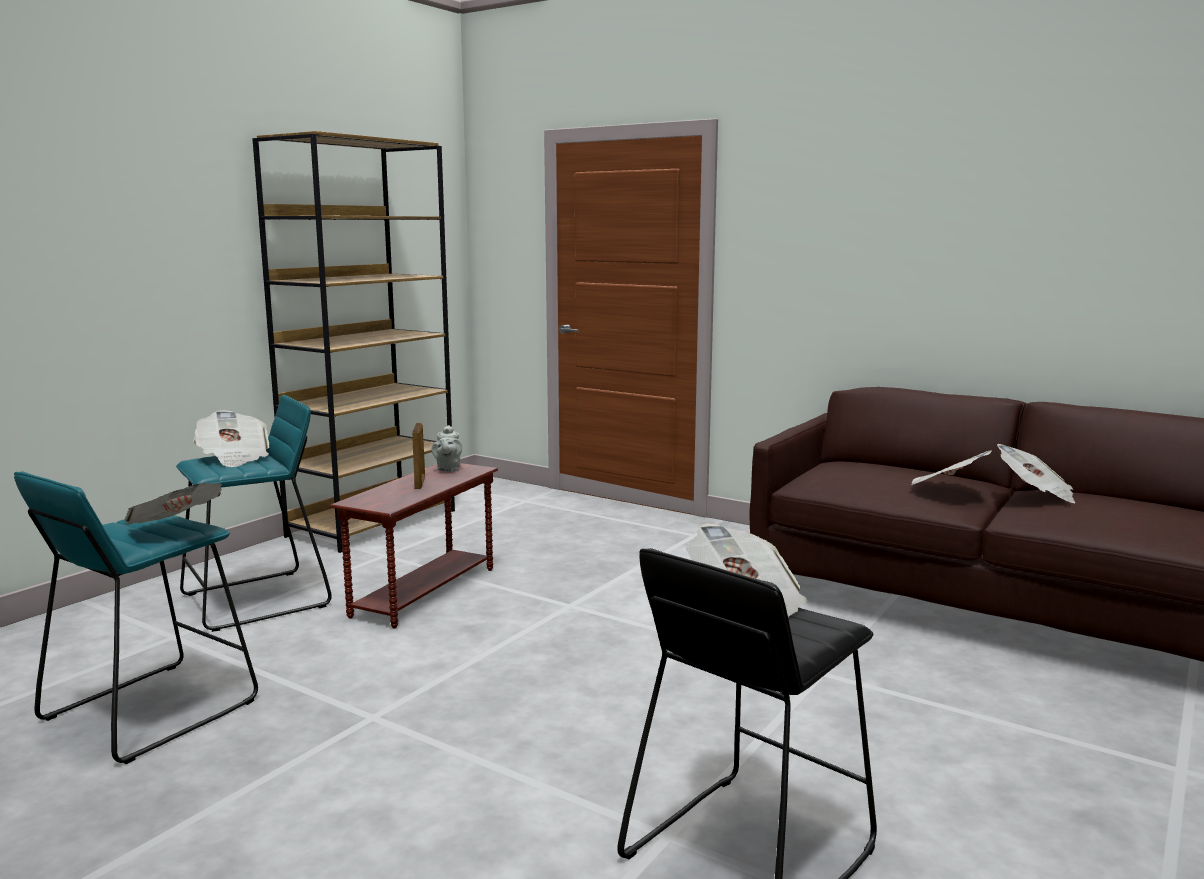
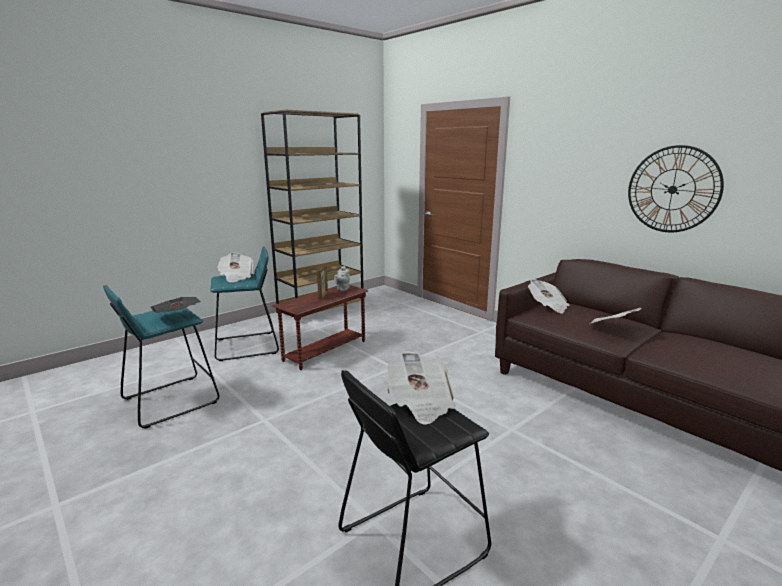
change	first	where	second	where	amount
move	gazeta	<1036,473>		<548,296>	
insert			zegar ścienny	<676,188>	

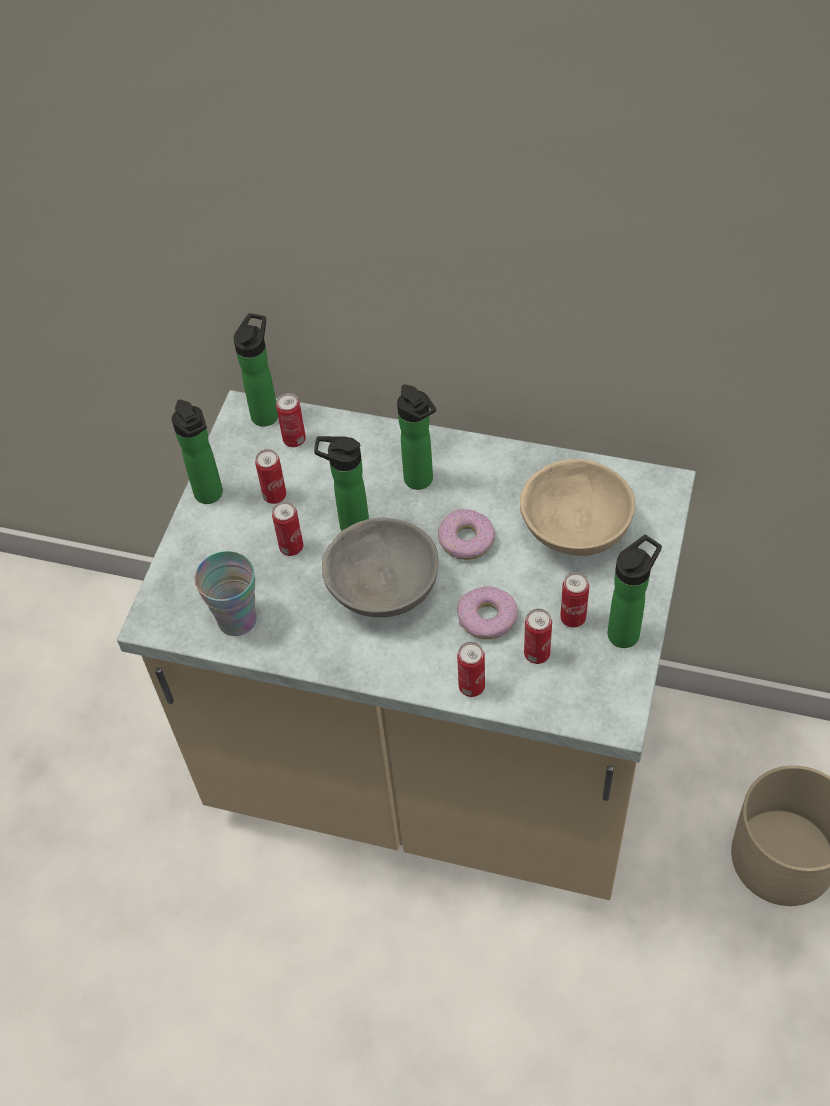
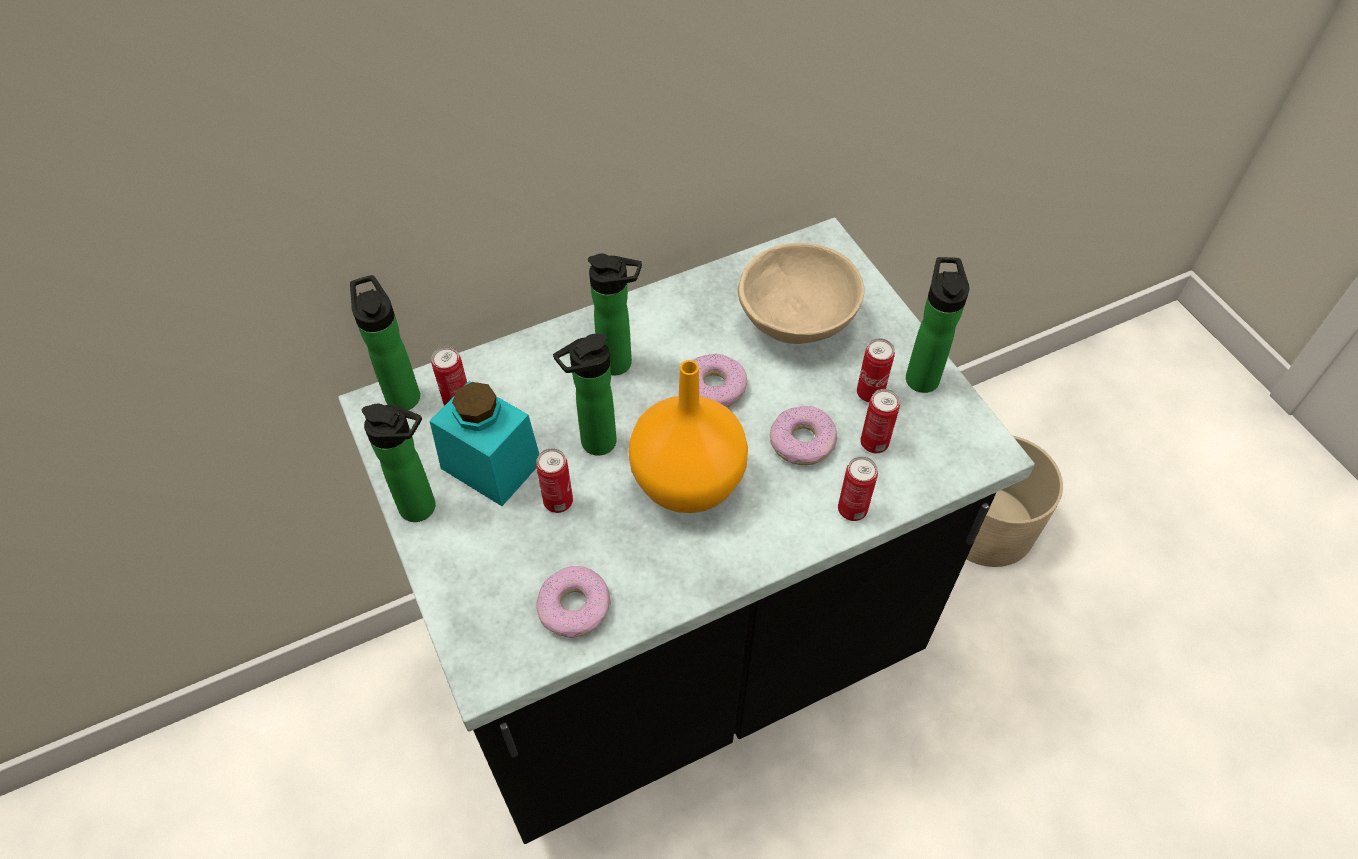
change	first	where	second	where	amount
recolor	zabudowa kuchenna (beżowy)	<406,645>	zabudowa kuchenna (czarny)	<686,531>	
replace	filiżanka	<226,593>	donut	<573,602>	
replace	puszka	<270,476>	słoik (turkusowy)	<484,443>	
replace	miska (szary)	<380,567>	wazon (pomarańczowy)	<688,436>	

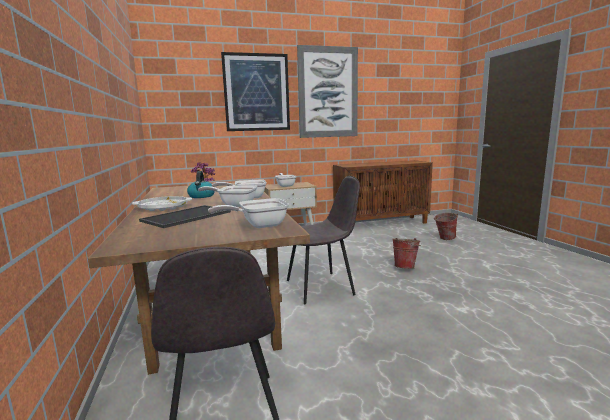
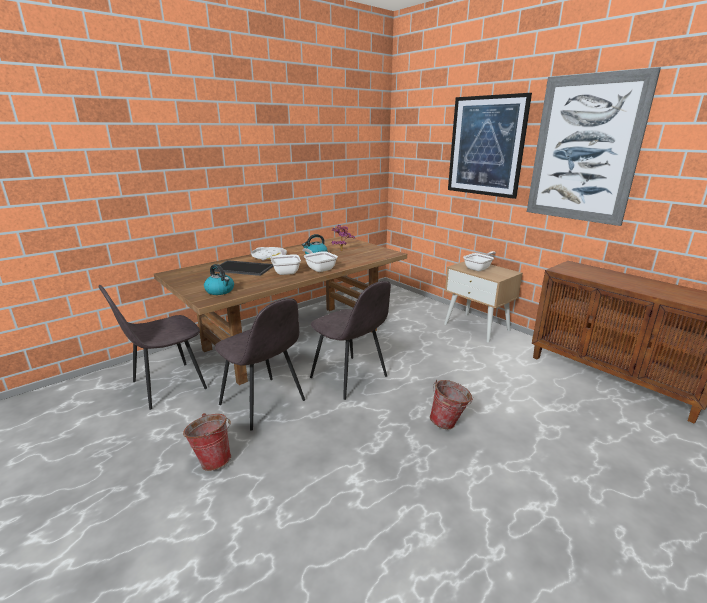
change	first	where	second	where	amount
replace	patelnia	<248,213>	czajnik	<219,279>	
move	wiadro	<445,226>		<207,442>	
insert			krzesło (szary)	<260,364>	

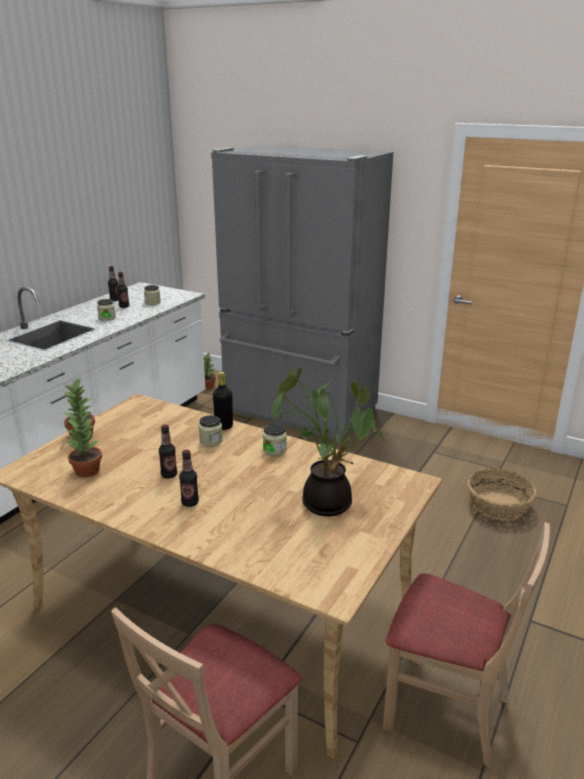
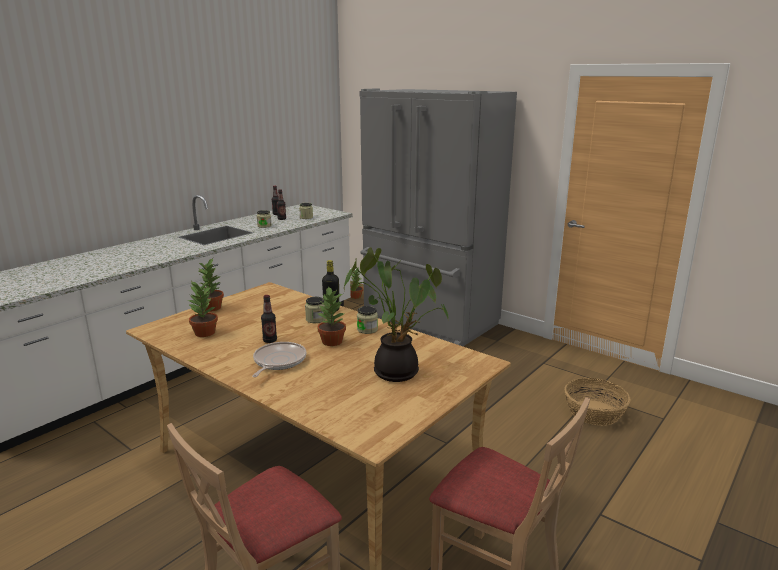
change	first	where	second	where	amount
replace	butelka	<189,478>	patelnia	<279,359>	
insert			roślina doniczkowa	<331,316>	

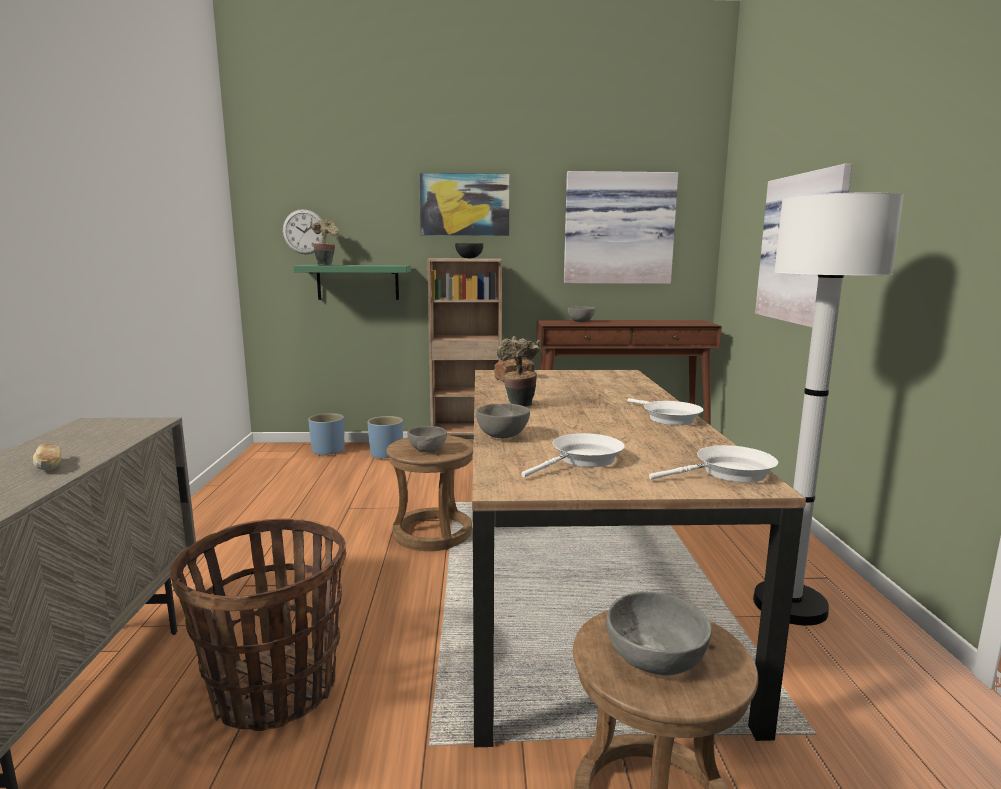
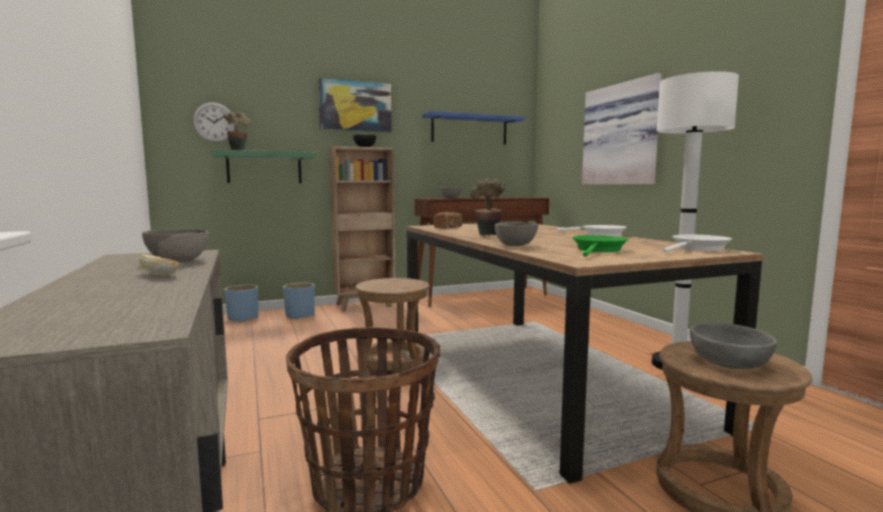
change	first	where	second	where	amount
move	miska (szary)	<427,439>		<175,245>	
recolor	patelnia (biały)	<573,455>	patelnia (zielony)	<600,246>	
replace	obraz	<621,227>	półka (niebieski)	<473,128>	

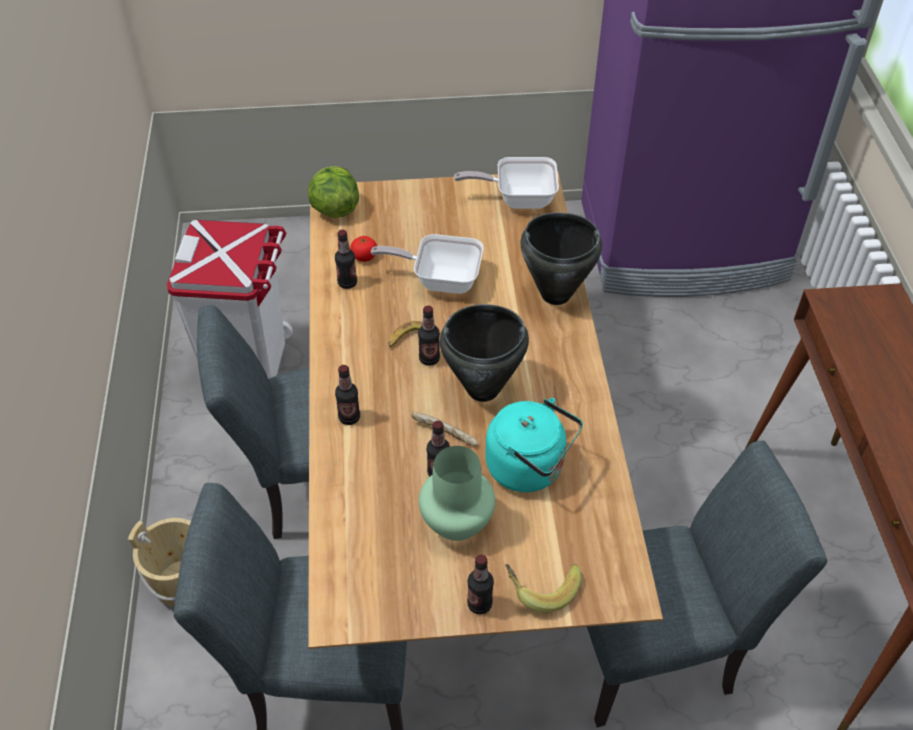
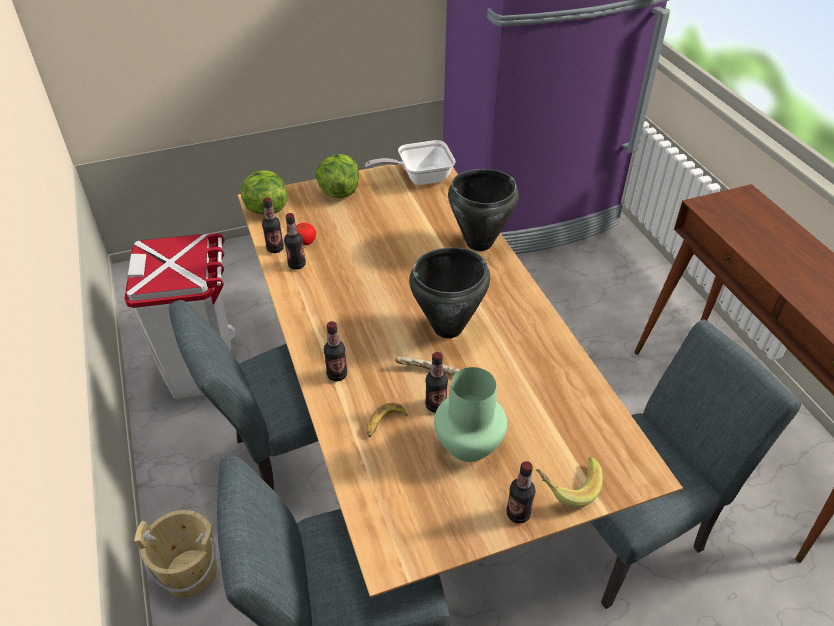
change	first	where	second	where	amount
delete	patelnia	<427,264>			
move	banan	<405,334>		<387,420>	
move	butelka	<429,336>		<273,225>	
delete	czajnik (turkusowy)	<534,445>			
insert			sałata	<337,176>	

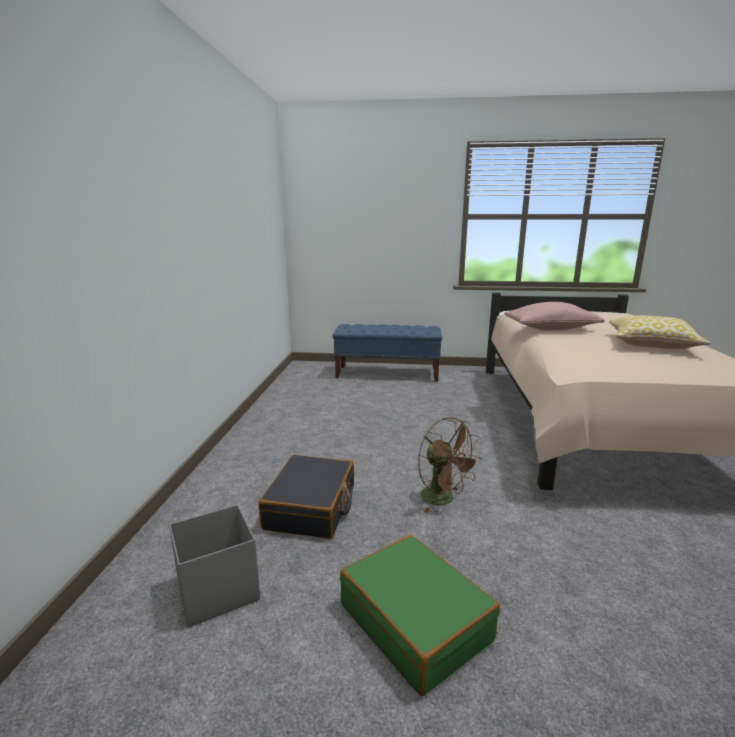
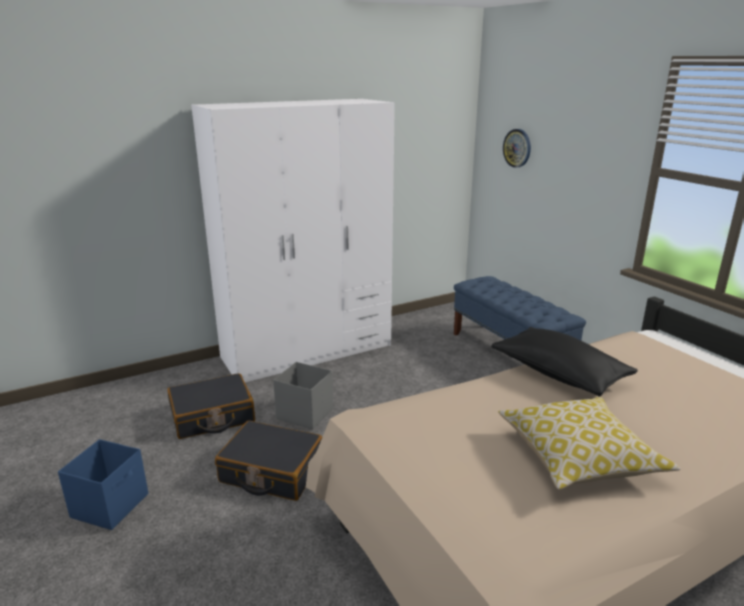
change	first	where	second	where	amount
move	pojemnik do przechowywania (szary)	<214,565>		<303,396>	
replace	walizka (zielony)	<420,615>	pojemnik do przechowywania (niebieski)	<103,484>	
replace	wentylator (brązowy)	<449,465>	walizka (czarny)	<268,460>	
recolor	poduszka (różowy)	<554,316>	poduszka (czarny)	<564,362>	
insert			szafa (biały)	<293,240>	
insert			zegar ścienny	<517,148>	

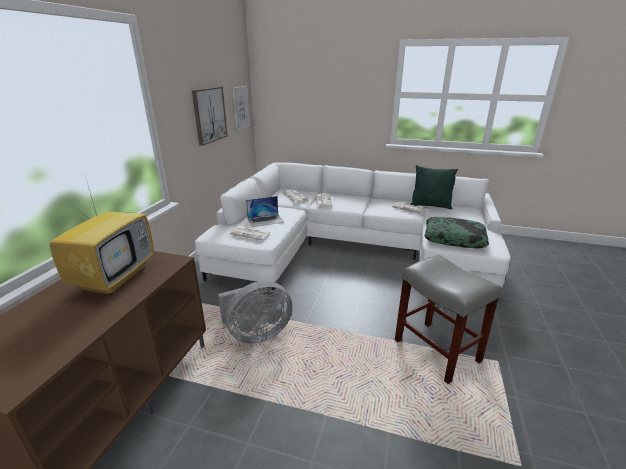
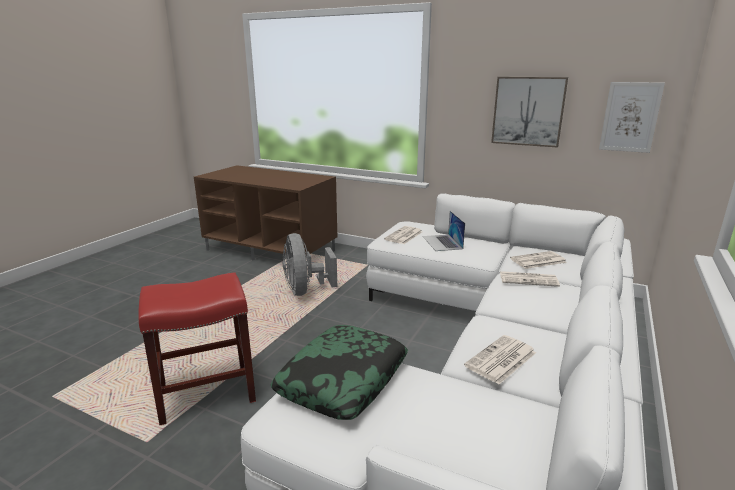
change	first	where	second	where	amount
delete	telewizor	<102,233>			
recolor	stołek (szary)	<448,319>	stołek (czerwony)	<197,348>	
delete	poduszka (zielony)	<434,187>			

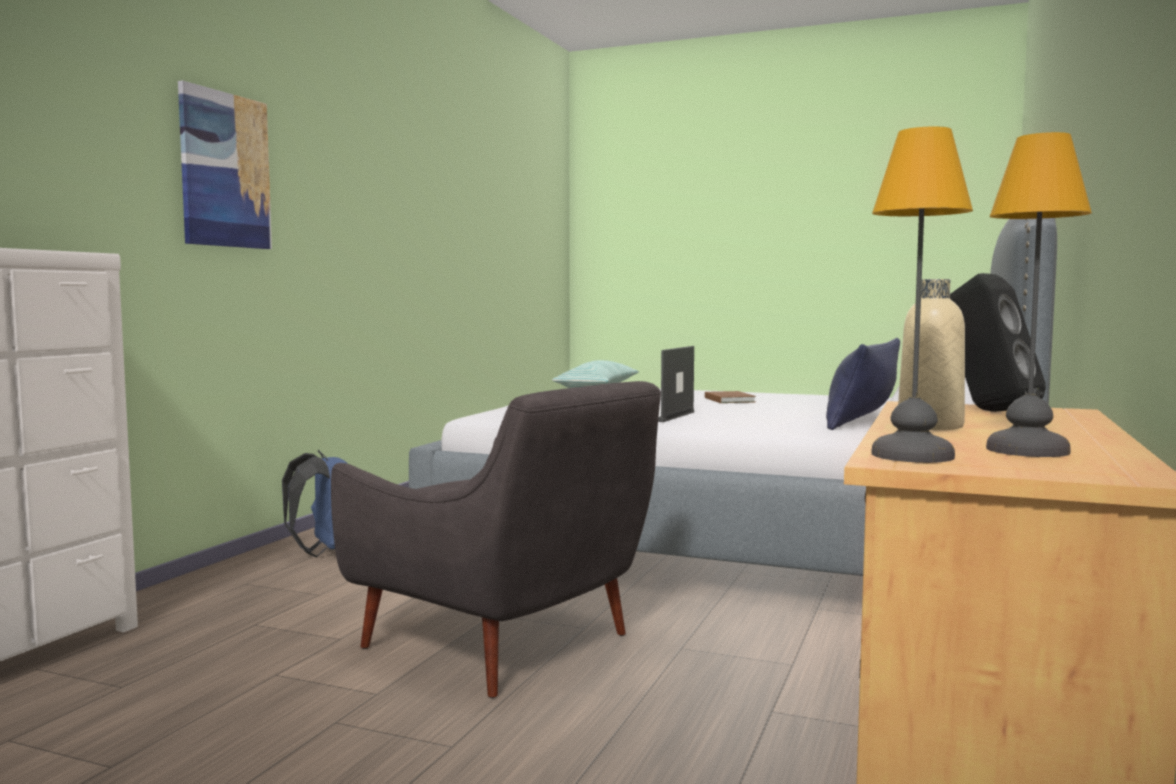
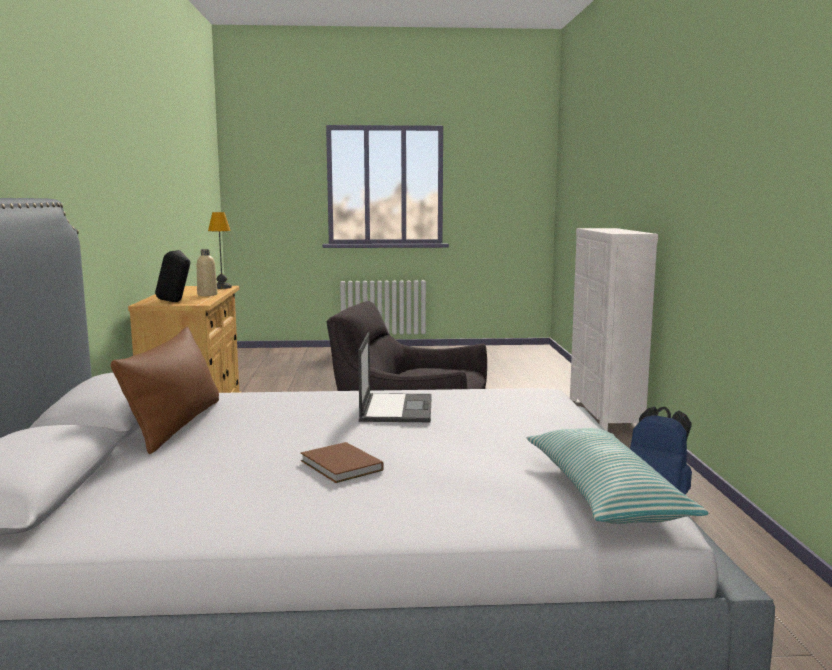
change	first	where	second	where	amount
delete	obraz	<225,164>			
recolor	poduszka (niebieski)	<863,384>	poduszka (brązowy)	<165,390>	
delete	lampa stołowa	<1039,294>			

